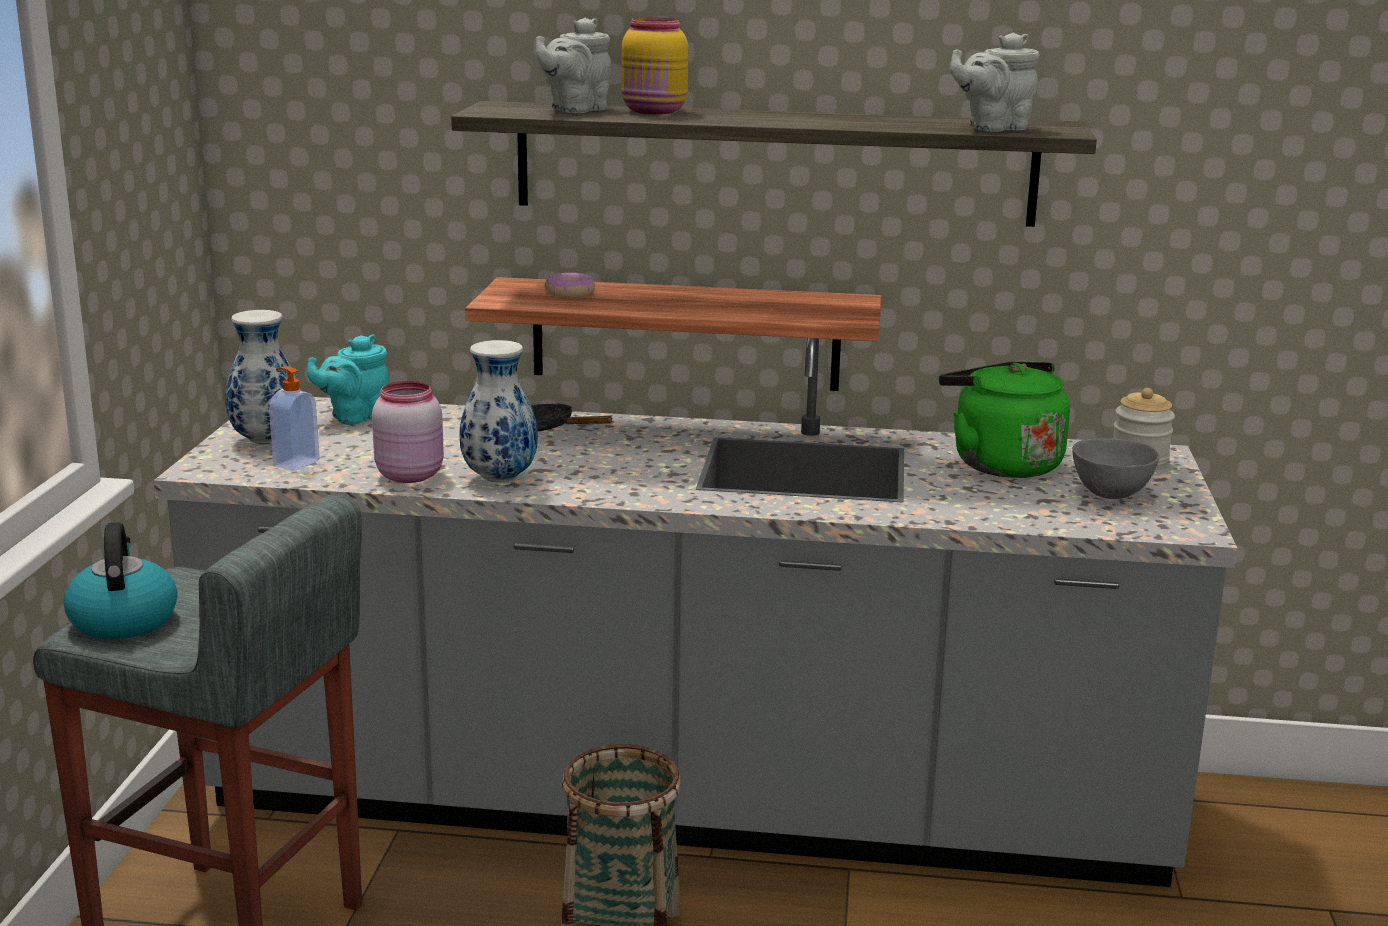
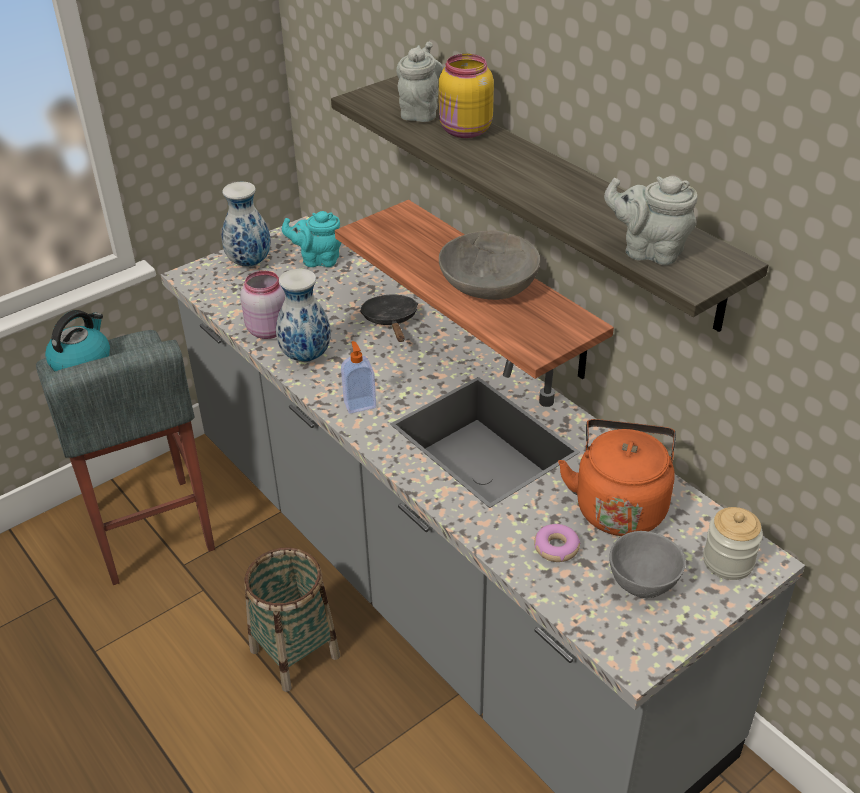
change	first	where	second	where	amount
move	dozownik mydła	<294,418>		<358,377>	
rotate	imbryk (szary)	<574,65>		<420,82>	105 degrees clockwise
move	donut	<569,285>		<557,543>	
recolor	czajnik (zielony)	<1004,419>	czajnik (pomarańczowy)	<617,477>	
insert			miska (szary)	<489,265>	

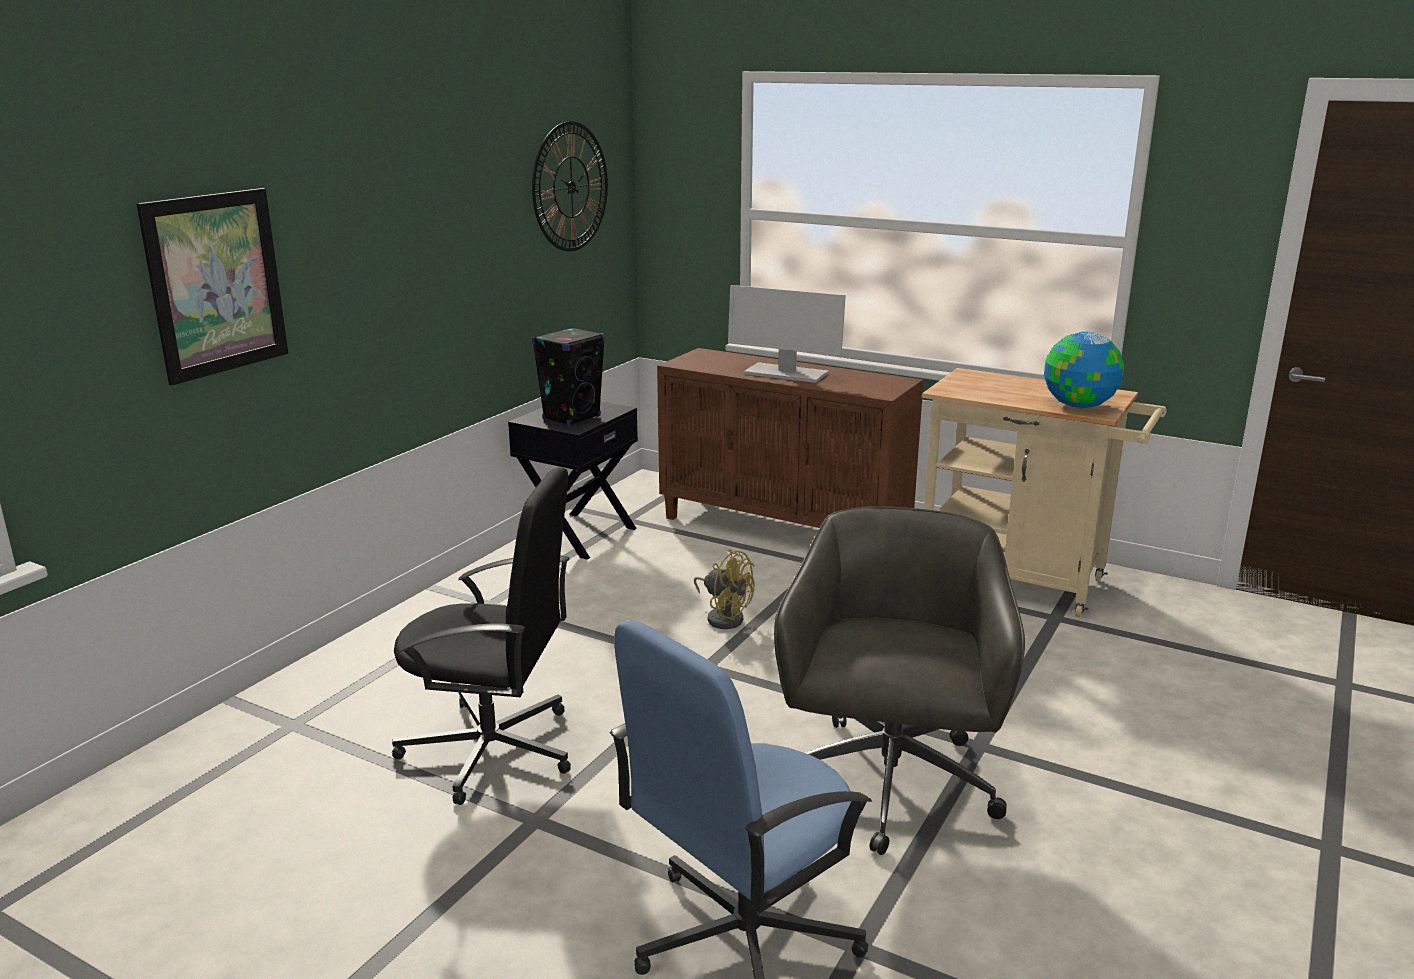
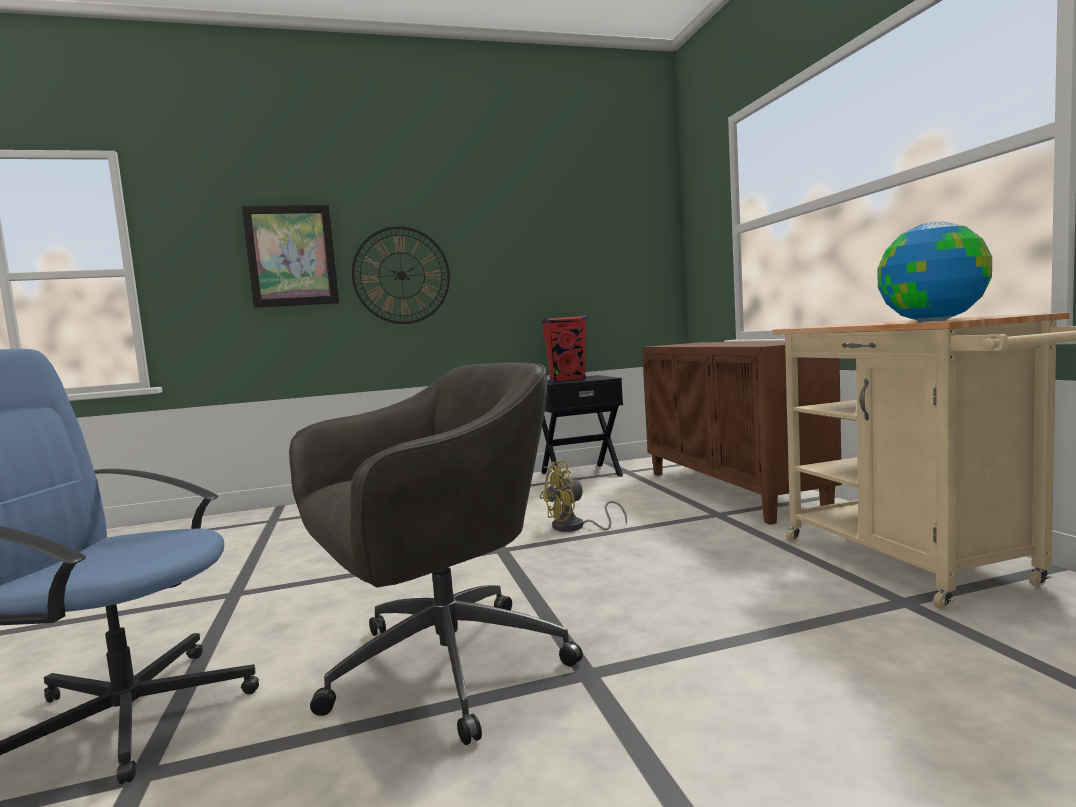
change	first	where	second	where	amount
delete	krzesło biurowe (czarny)	<481,636>			
move	zegar ścienny	<570,186>		<401,275>	
recolor	głośnik (czarny)	<568,376>	głośnik (czerwony)	<564,348>	
rotate	wentylator (żółty)	<724,589>		<583,496>	75 degrees clockwise
delete	monitor	<787,334>			

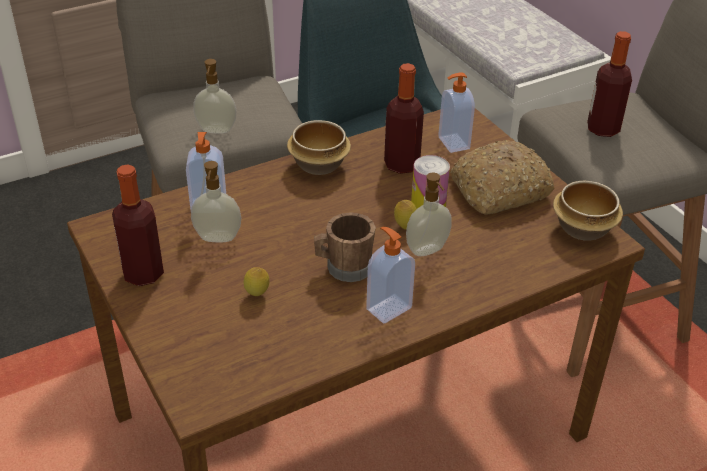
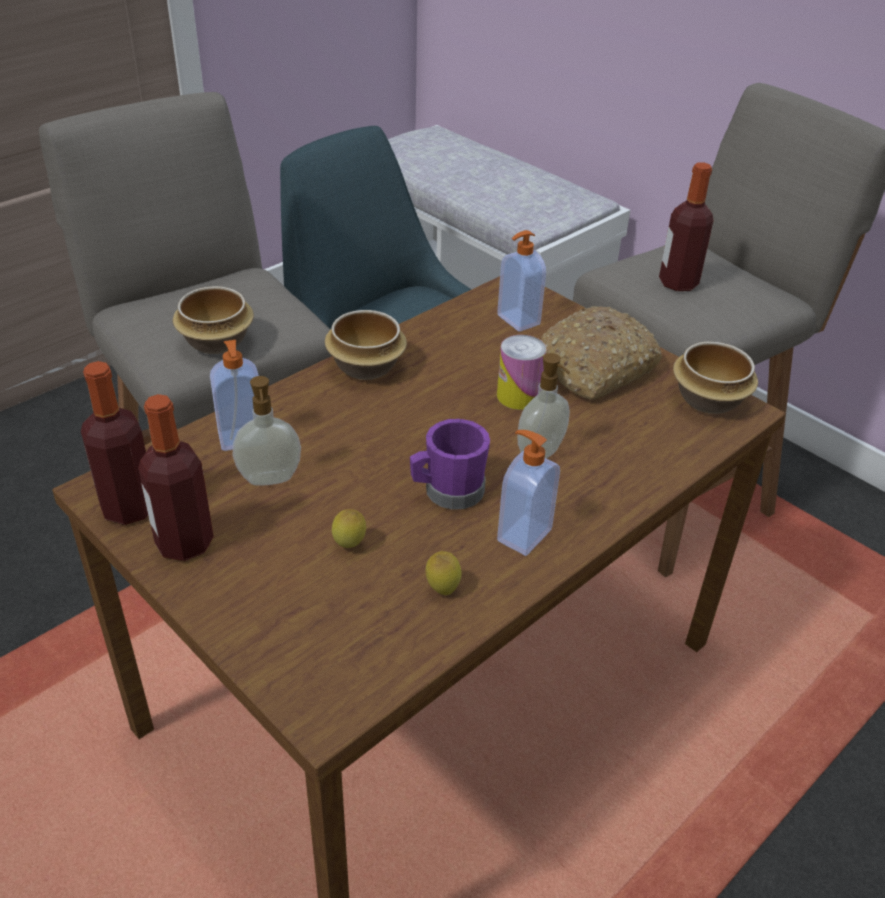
change	first	where	second	where	amount
replace	dozownik mydła	<215,96>	miska	<213,320>	
recolor	kubek (brązowy)	<345,247>	kubek (fioletowy)	<450,464>	
move	butelka	<404,118>		<114,443>	
move	cytryna	<405,215>		<443,573>	

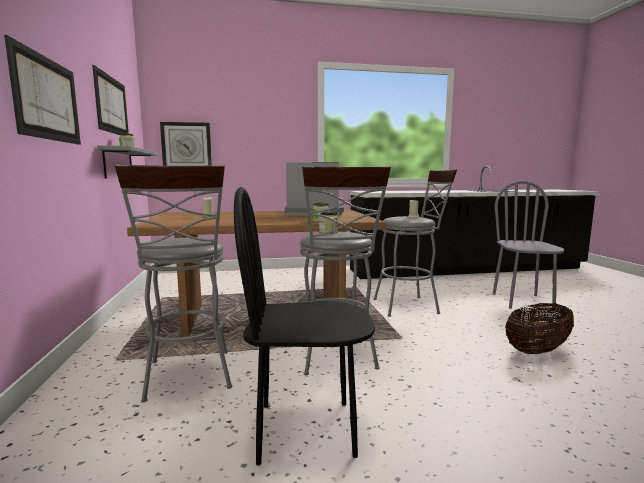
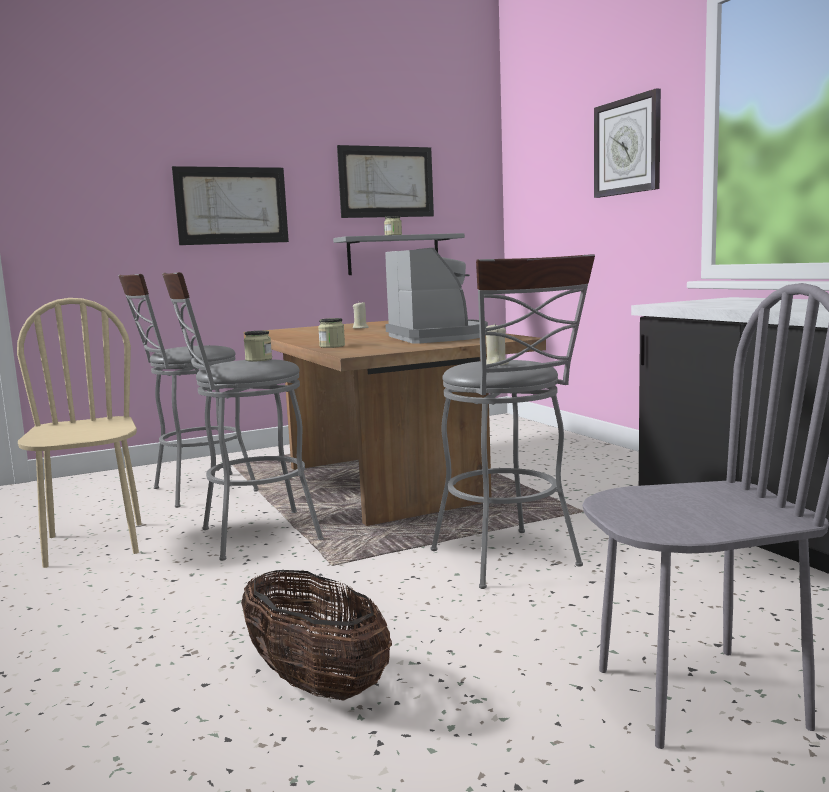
change	first	where	second	where	amount
move	zegar ścienny	<186,144>		<627,143>	
recolor	krzesło (czarny)	<304,326>	krzesło (beżowy)	<79,433>	

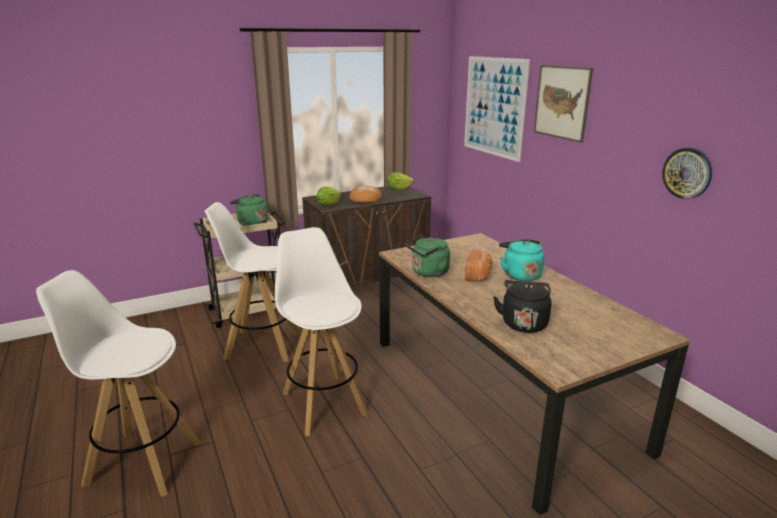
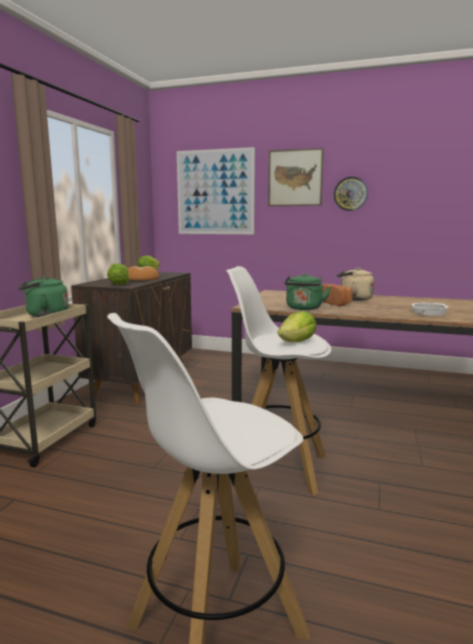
change	first	where	second	where	amount
delete	stołek (biały)	<252,282>			
replace	czajnik (czarny)	<522,306>	garnek	<429,309>	
recolor	czajnik (turkusowy)	<521,260>	czajnik (beżowy)	<355,284>	
move	zegar ścienny	<687,173>		<351,193>	
insert			sałata	<297,326>	

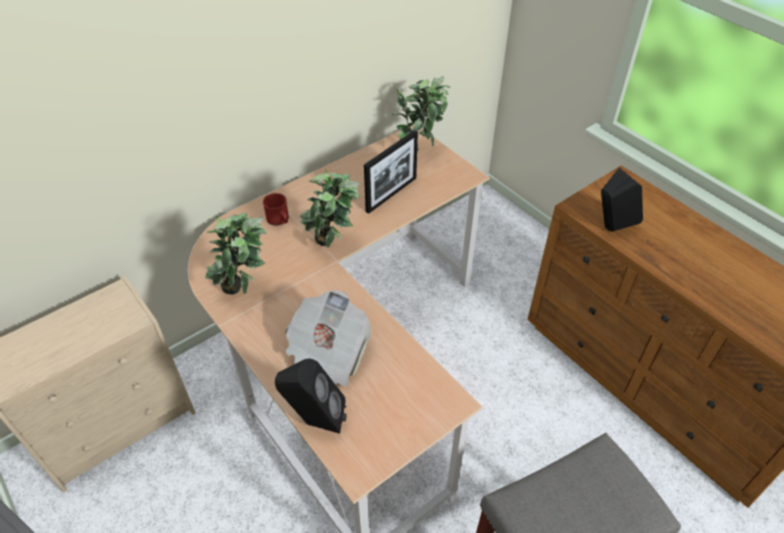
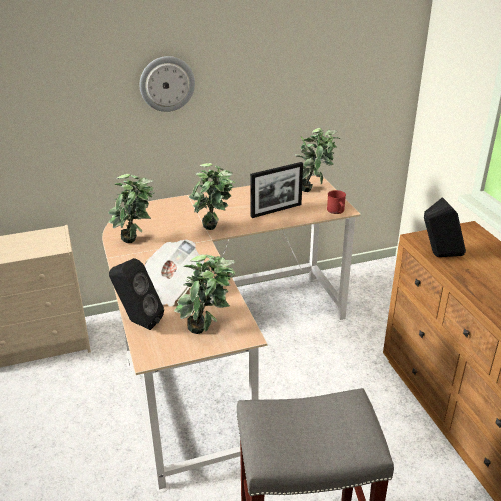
change	first	where	second	where	amount
move	kubek (czerwony)	<276,209>		<336,202>	
insert			zegar ścienny	<167,84>	
insert			roślina doniczkowa	<205,294>	

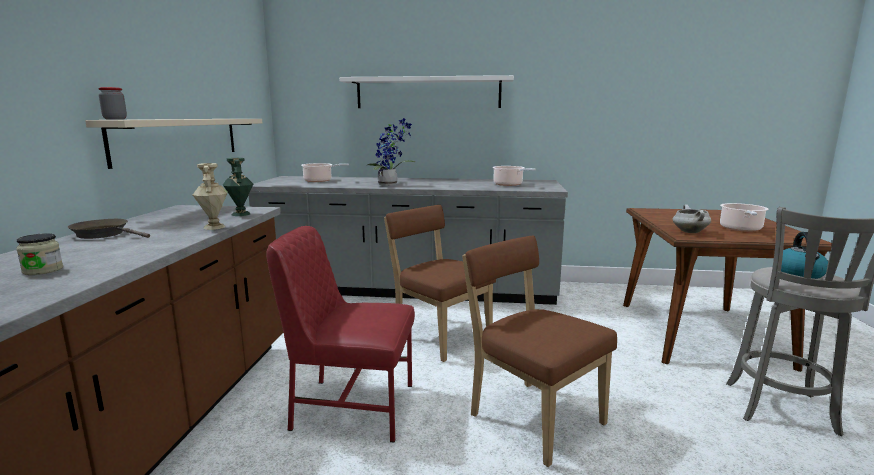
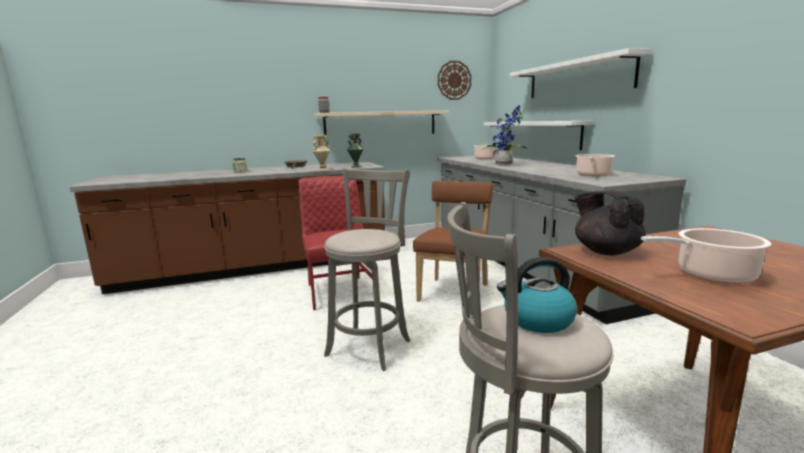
change	first	where	second	where	amount
replace	krzesło (brązowy)	<539,351>	stołek (szary)	<367,269>	
replace	garnek (biały)	<691,219>	imbryk (czarny)	<610,223>	
insert			zegar ścienny	<454,80>	
insert			półka (biały)	<537,135>	

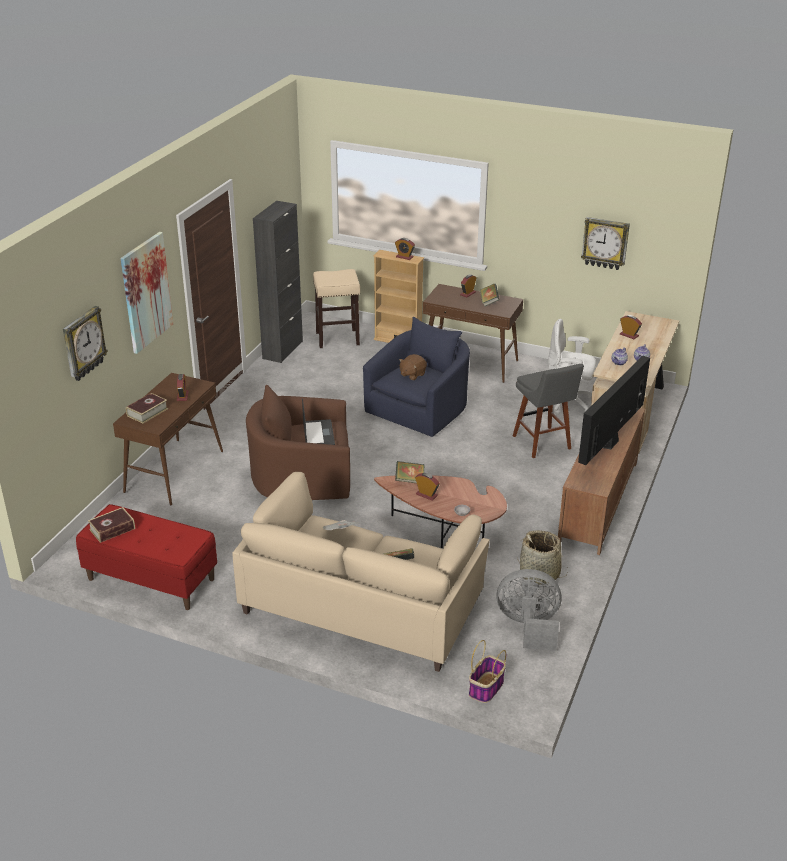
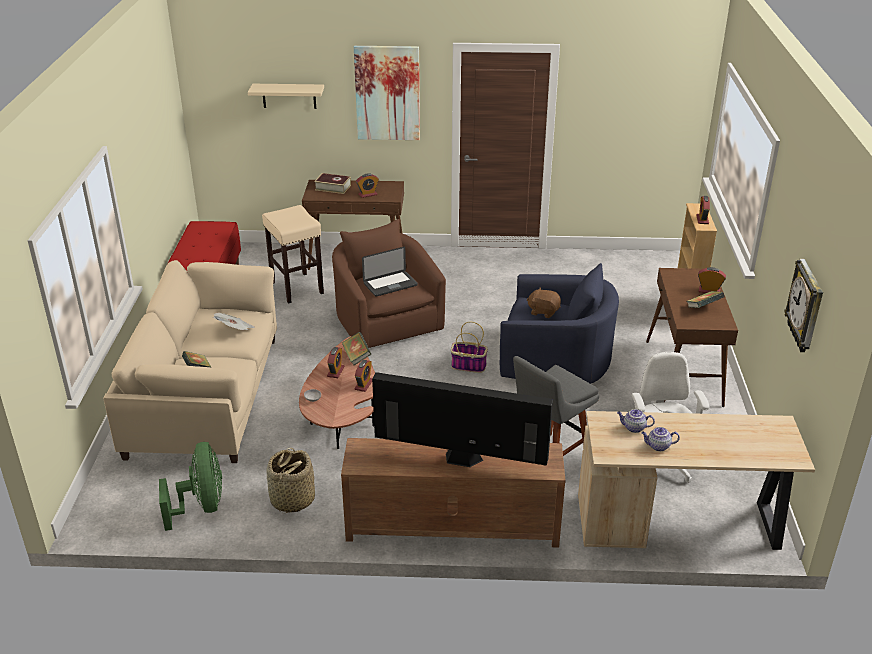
change	first	where	second	where	amount
replace	zegar ścienny	<85,343>	półka (beżowy)	<286,96>	
delete	książka	<111,525>			
delete	szafka (czarny)	<278,282>			
move	stołek (beżowy)	<336,308>		<293,254>	
move	koszyk	<487,671>		<469,347>	
recolor	wentylator (szary)	<529,610>	wentylator (zielony)	<190,486>	
move	budzik	<631,327>		<363,376>	

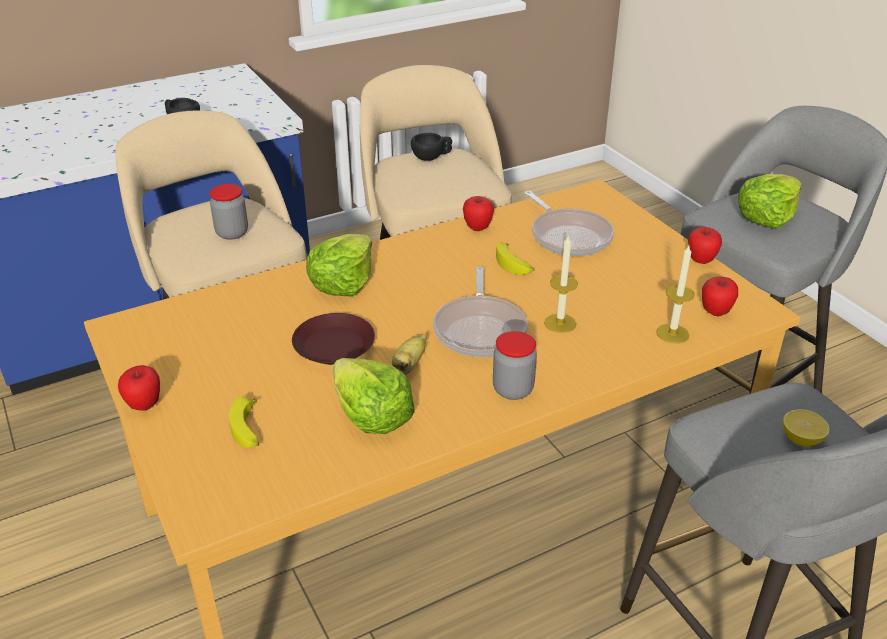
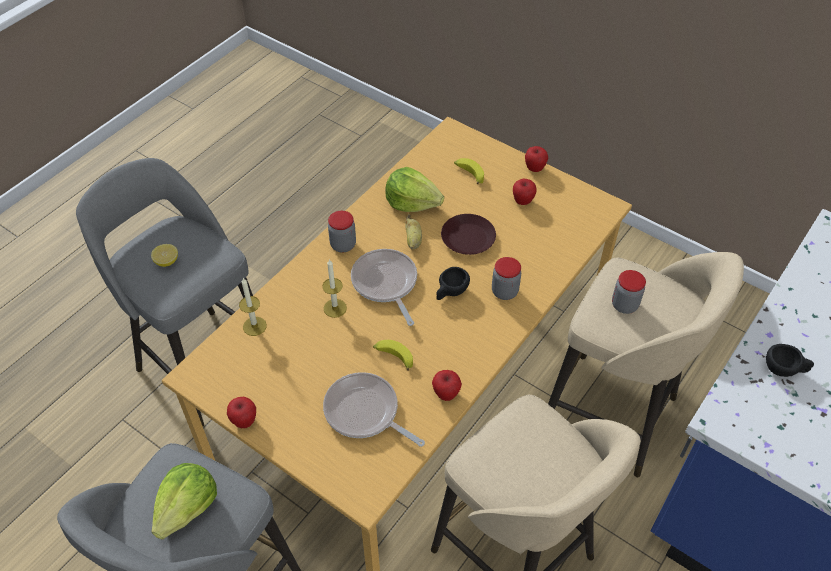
change	first	where	second	where	amount
replace	sałata	<339,265>	słoik	<506,278>	
move	filiżanka (czarny)	<431,147>		<453,283>	
move	jabłko	<720,296>		<525,192>	

